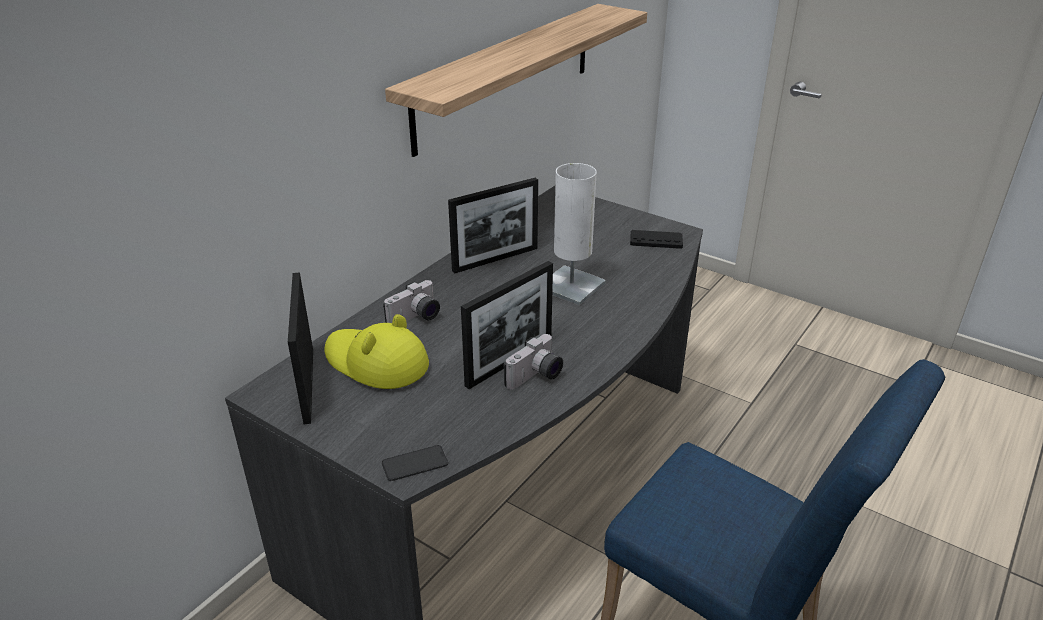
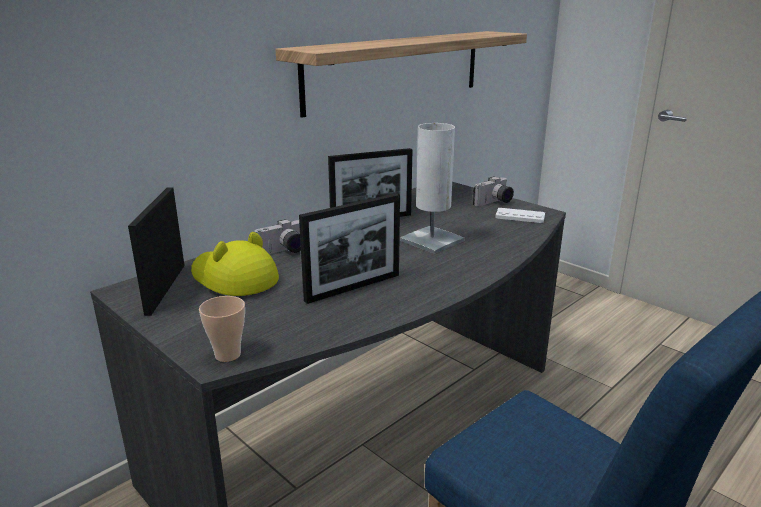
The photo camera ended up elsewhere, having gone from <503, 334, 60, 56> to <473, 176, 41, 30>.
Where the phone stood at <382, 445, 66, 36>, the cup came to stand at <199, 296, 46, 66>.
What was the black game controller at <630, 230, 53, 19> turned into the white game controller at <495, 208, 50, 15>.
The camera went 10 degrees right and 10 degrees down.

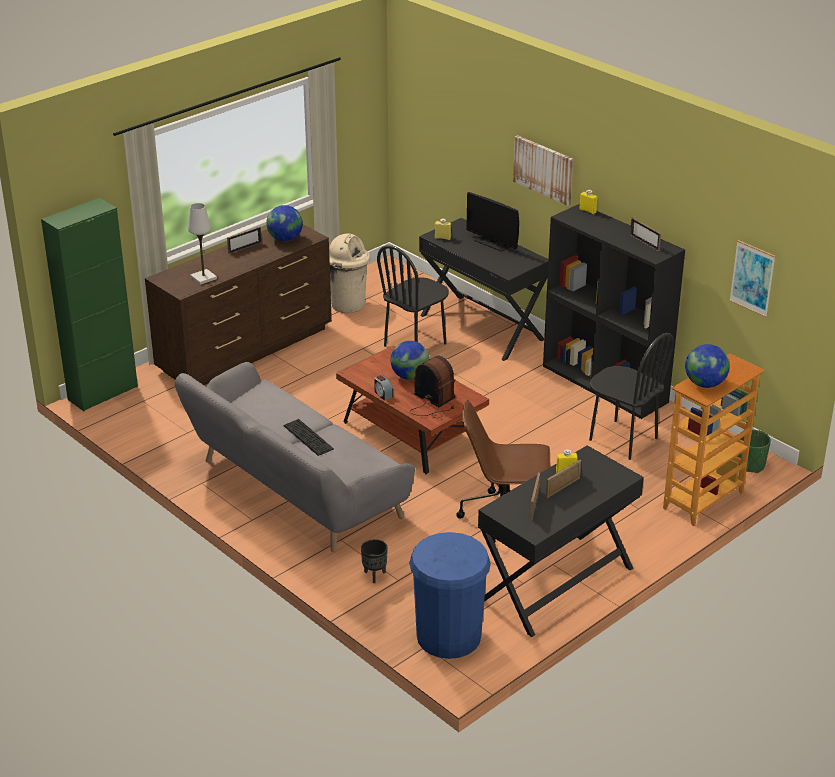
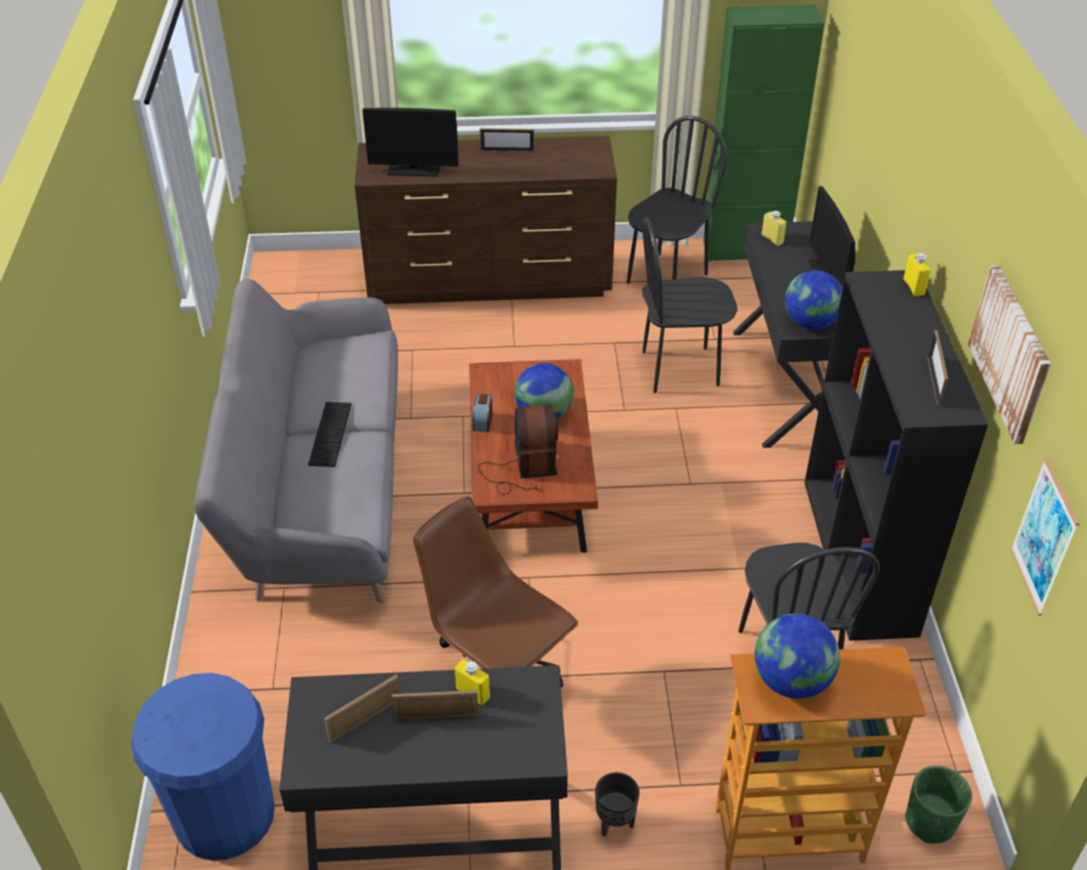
The green cabinet ended up elsewhere, having gone from <41, 198, 97, 213> to <703, 5, 121, 257>.
The globe ended up elsewhere, having gone from <266, 205, 37, 37> to <785, 270, 57, 59>.
The black planter ended up elsewhere, having gone from <361, 539, 27, 44> to <595, 772, 44, 65>.
The picture ended up elsewhere, having gone from <513, 135, 60, 71> to <968, 265, 83, 179>.
Where the white table lamp stood at <188, 203, 29, 82>, the monitor came to stand at <362, 108, 97, 69>.
Where the beige trash can stood at <329, 234, 41, 79>, the black chair came to stand at <627, 116, 101, 168>.
The camera went 40 degrees right and 10 degrees up.

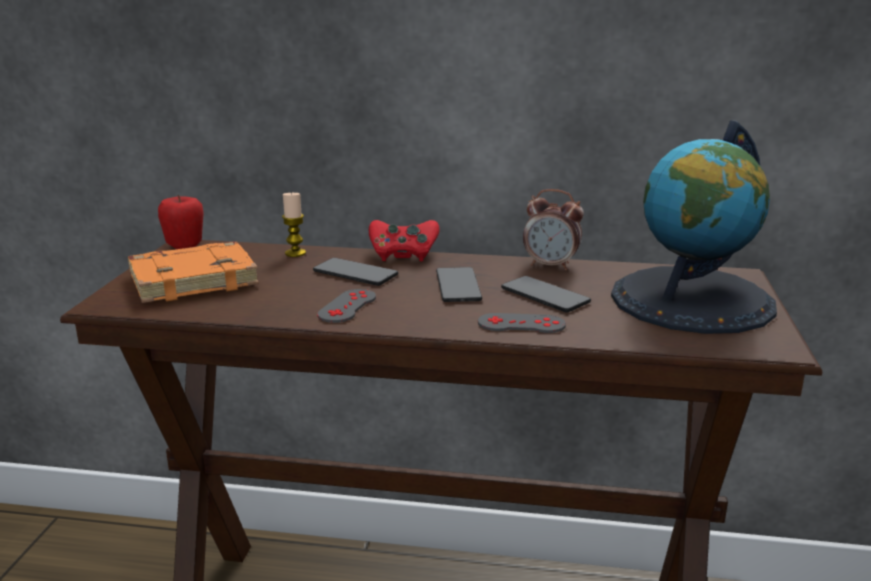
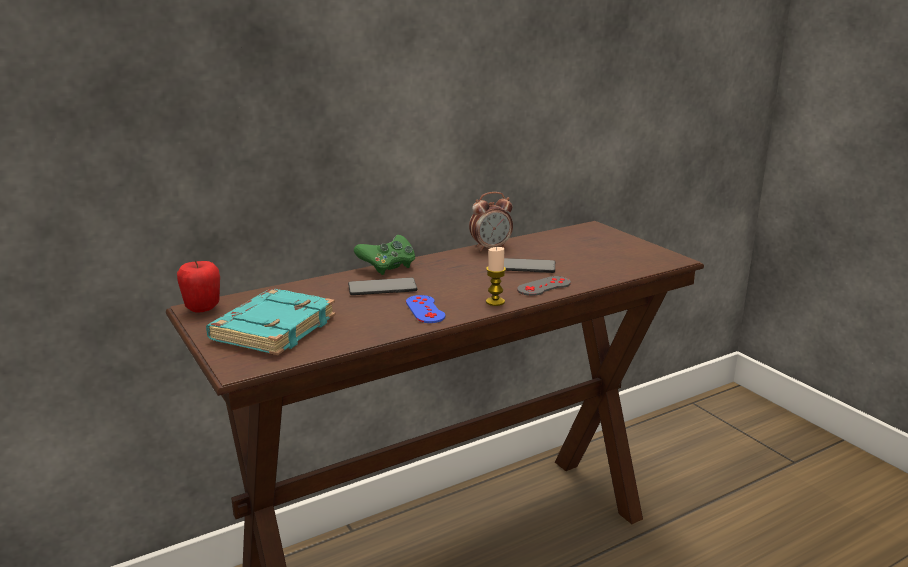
The second view lost the phone at <436, 267, 46, 35>.
The second view lost the globe at <611, 120, 166, 214>.
The candle ended up elsewhere, having gone from <282, 192, 24, 65> to <486, 247, 20, 59>.
What was the orange book at <128, 241, 131, 62> turned into the turquoise book at <206, 289, 130, 66>.
What was the grey game controller at <317, 289, 59, 34> turned into the blue game controller at <406, 295, 39, 28>.
What was the red game controller at <369, 220, 71, 41> turned into the green game controller at <354, 235, 61, 40>.
The camera went 40 degrees left and 0 degrees up.

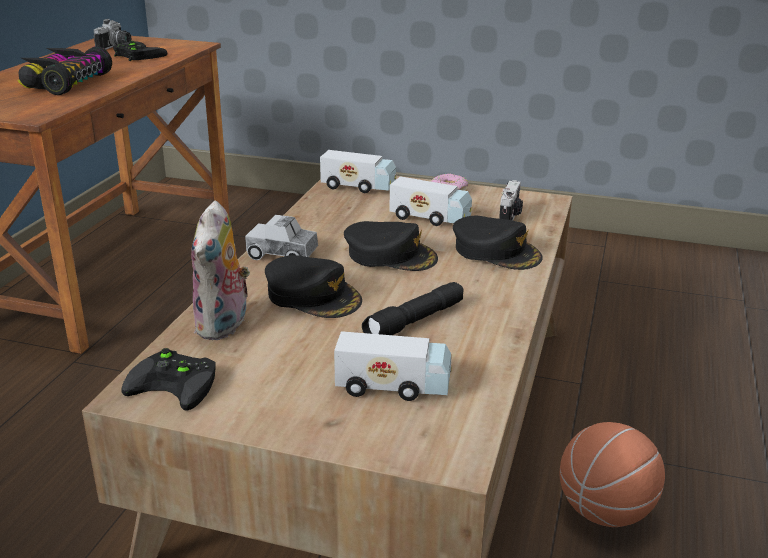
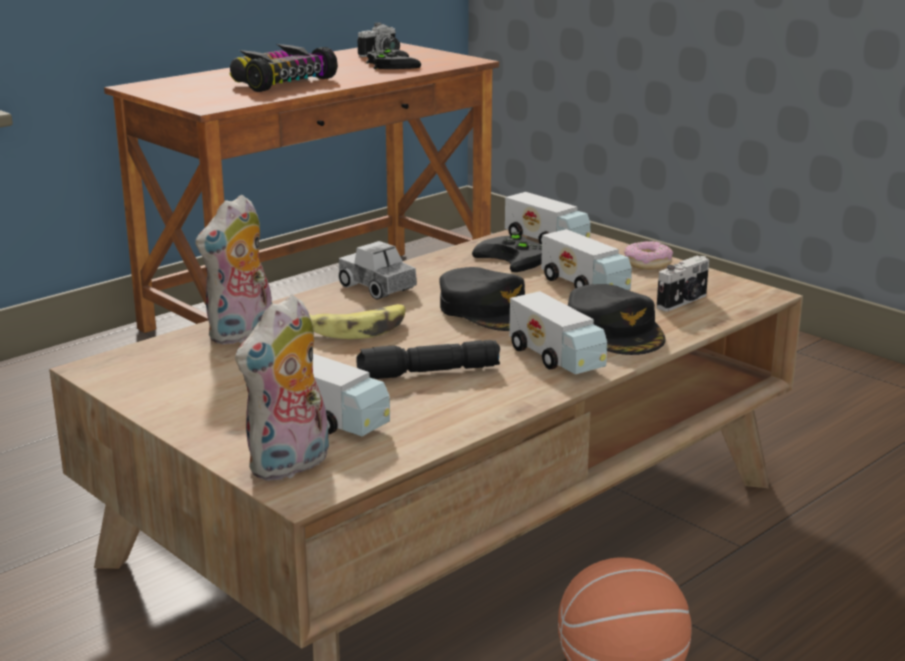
The second view gained the plush toy at <235, 295, 94, 186>.
The second view gained the toy truck at <509, 291, 98, 83>.
The black game controller ended up elsewhere, having gone from <122, 348, 94, 63> to <472, 232, 70, 40>.
Where the black cap stood at <265, 255, 97, 63>, the banana came to stand at <309, 304, 96, 35>.
The camera went 30 degrees right and 5 degrees down.

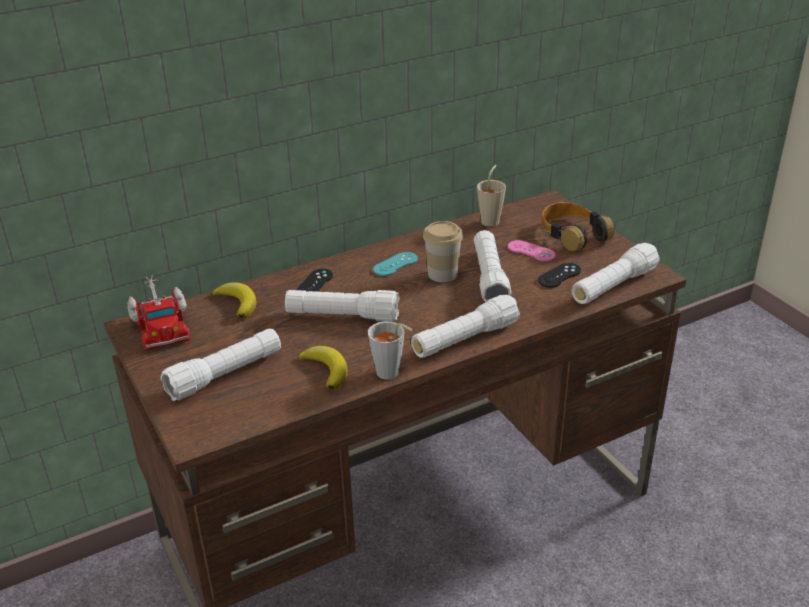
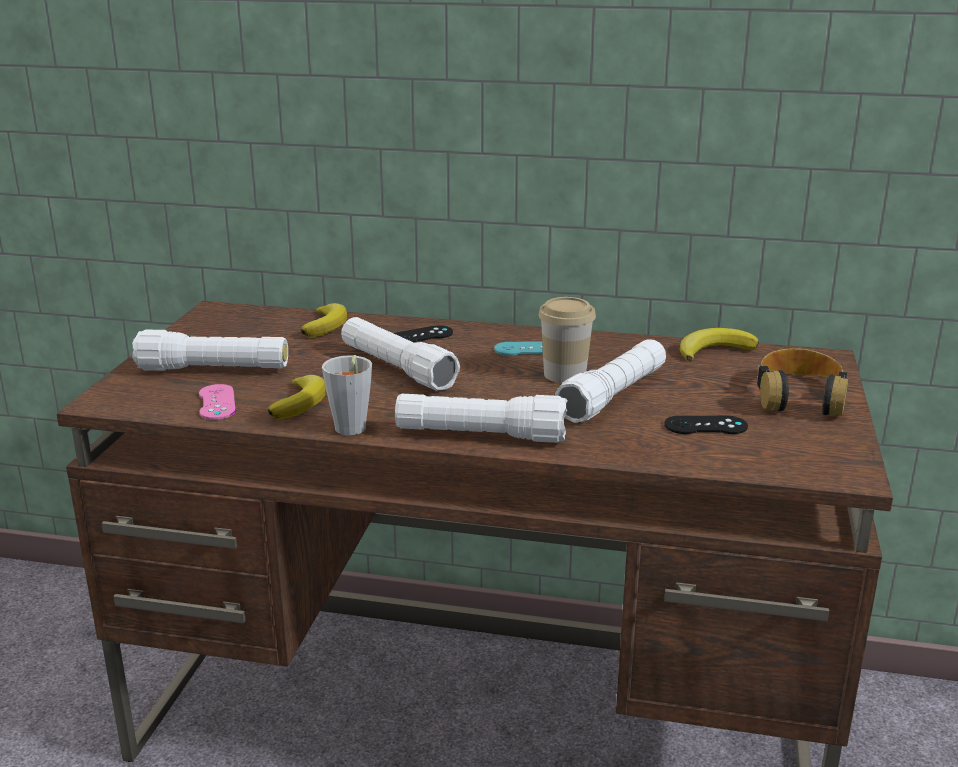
The second view lost the toy truck at <127, 275, 64, 75>.
The second view lost the white flashlight at <572, 243, 88, 61>.
The pink game controller ended up elsewhere, having gone from <508, 240, 48, 21> to <199, 384, 37, 36>.
Where the beige cup stood at <477, 165, 29, 62>, the banana came to stand at <680, 328, 79, 34>.
The camera went 40 degrees right and 10 degrees down.

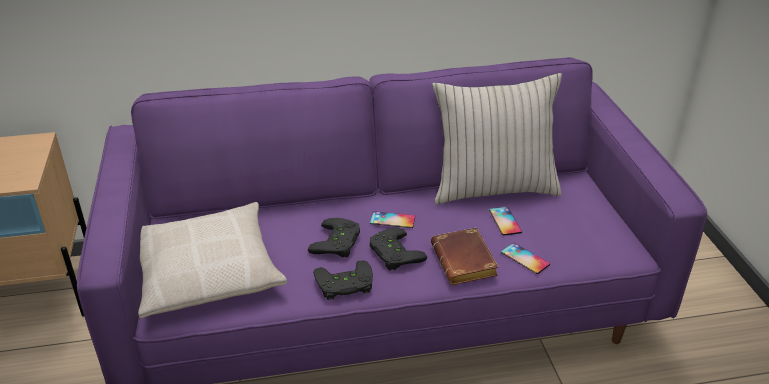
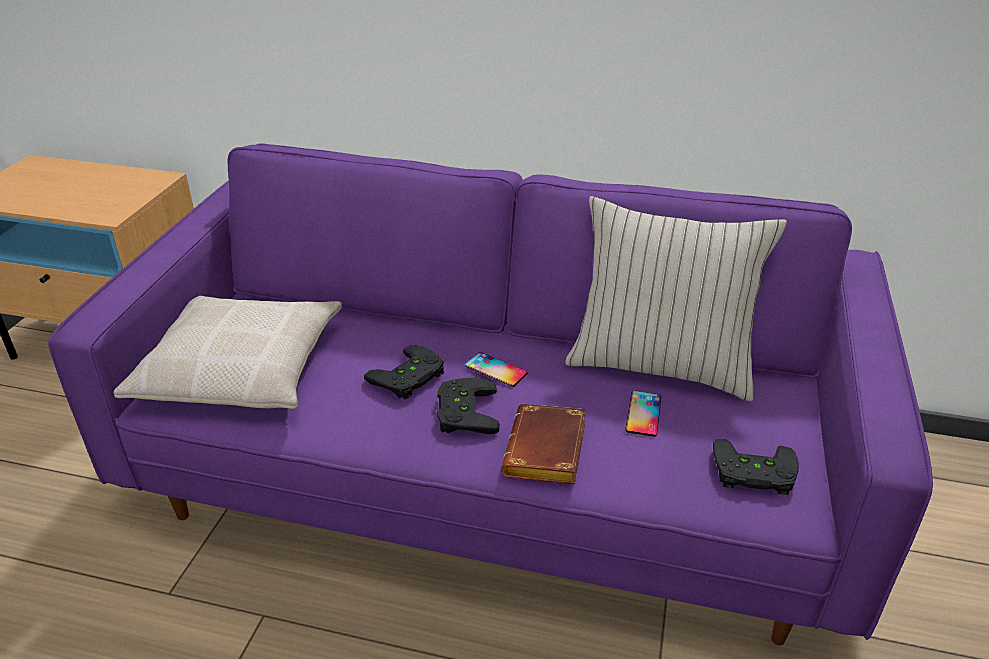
The second view lost the phone at <501, 243, 49, 31>.
The black game controller ended up elsewhere, having gone from <313, 260, 60, 40> to <713, 439, 85, 56>.
The camera went 25 degrees right and 0 degrees up.

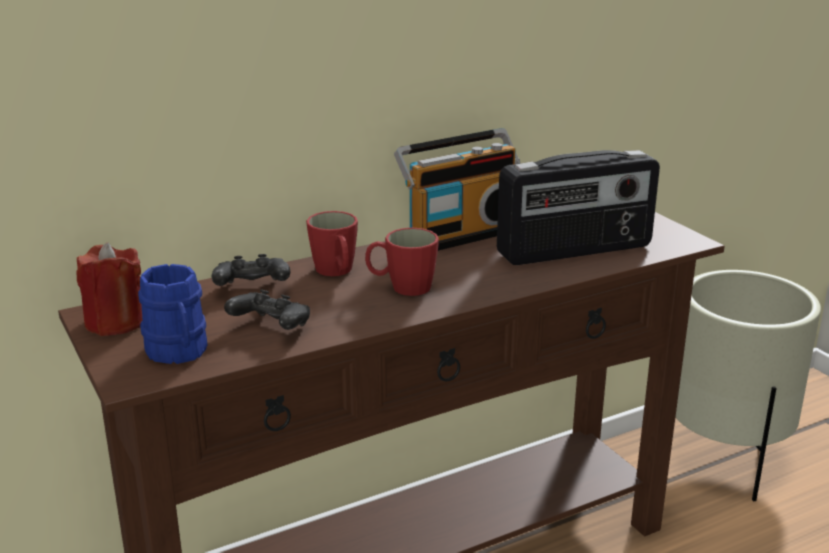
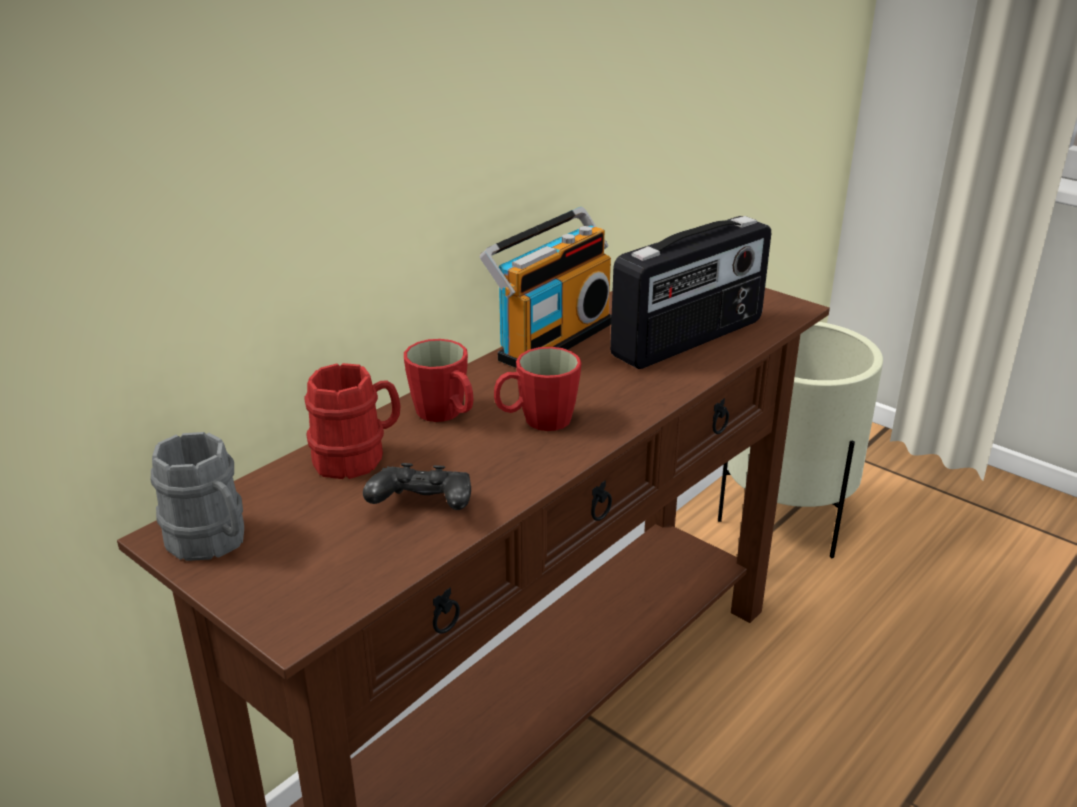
The second view lost the blue mug at <138, 264, 69, 100>.
Where the red candle stood at <76, 242, 66, 94>, the grey mug came to stand at <151, 432, 93, 129>.
Where the black game controller stood at <212, 254, 78, 32>, the red mug came to stand at <305, 363, 96, 116>.
The camera went 20 degrees left and 5 degrees up.

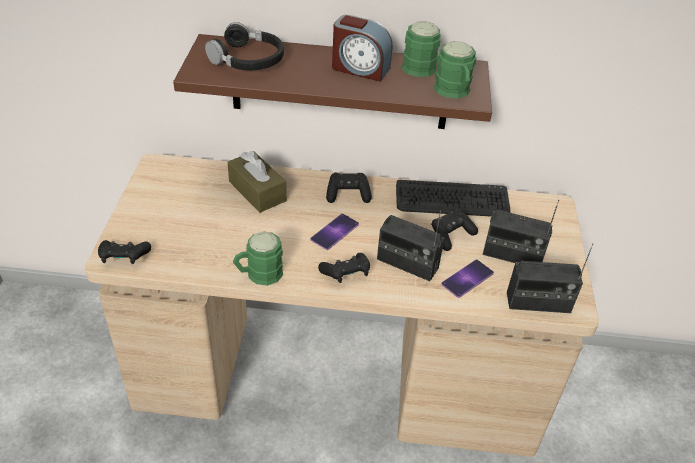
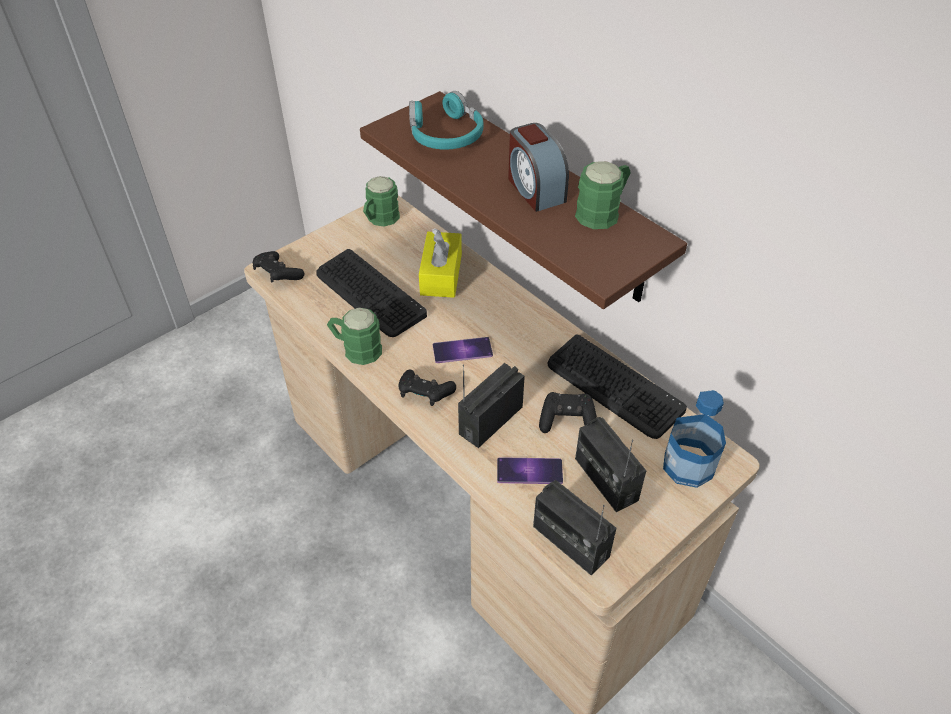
The second view lost the black game controller at <326, 173, 46, 30>.
The second view gained the keyboard at <317, 249, 110, 88>.
The second view gained the bottle at <663, 390, 63, 98>.
The green mug ended up elsewhere, having gone from <434, 41, 42, 58> to <363, 176, 37, 51>.
What was the black headphones at <205, 22, 79, 48> turned into the turquoise headphones at <409, 91, 75, 59>.
What was the brown tissue box at <228, 151, 58, 62> turned into the yellow tissue box at <419, 228, 43, 70>.
The radio at <377, 210, 68, 71> ended up facing another way, 60 degrees clockwise from before.
The camera went 45 degrees right and 5 degrees up.

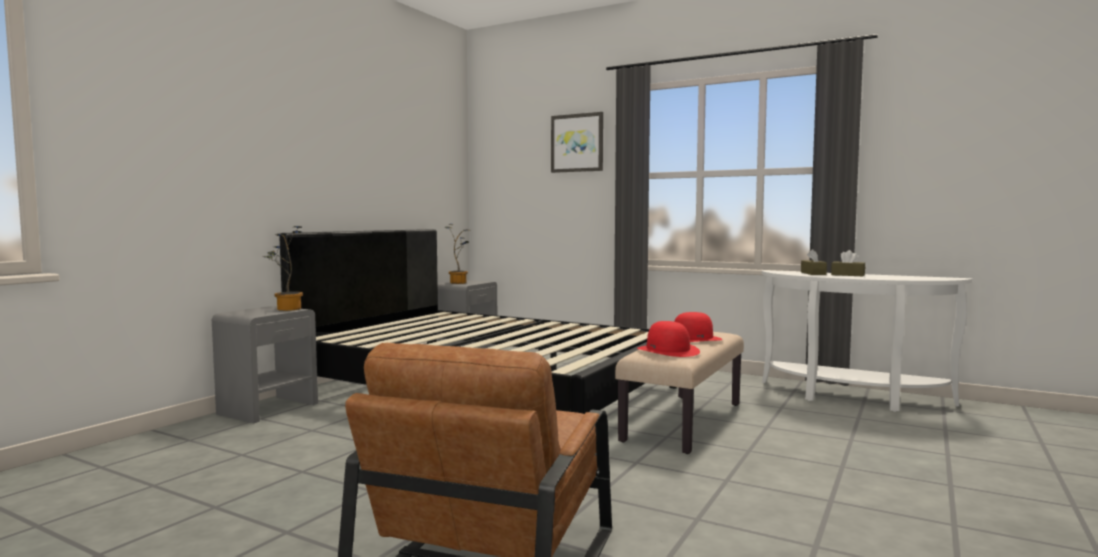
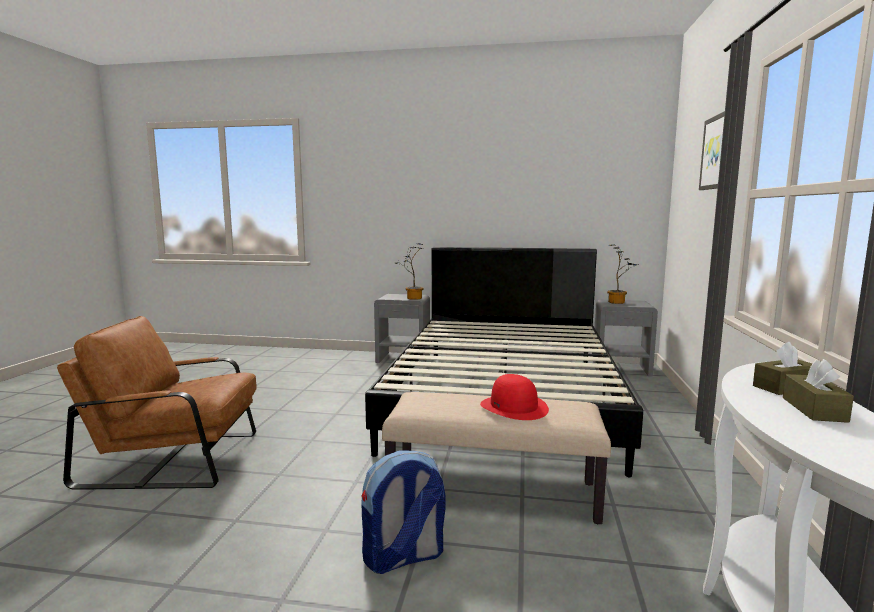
The second view lost the red hat at <637, 321, 63, 36>.
The second view gained the backpack at <361, 450, 84, 124>.
The camera went 70 degrees right and 5 degrees up.

